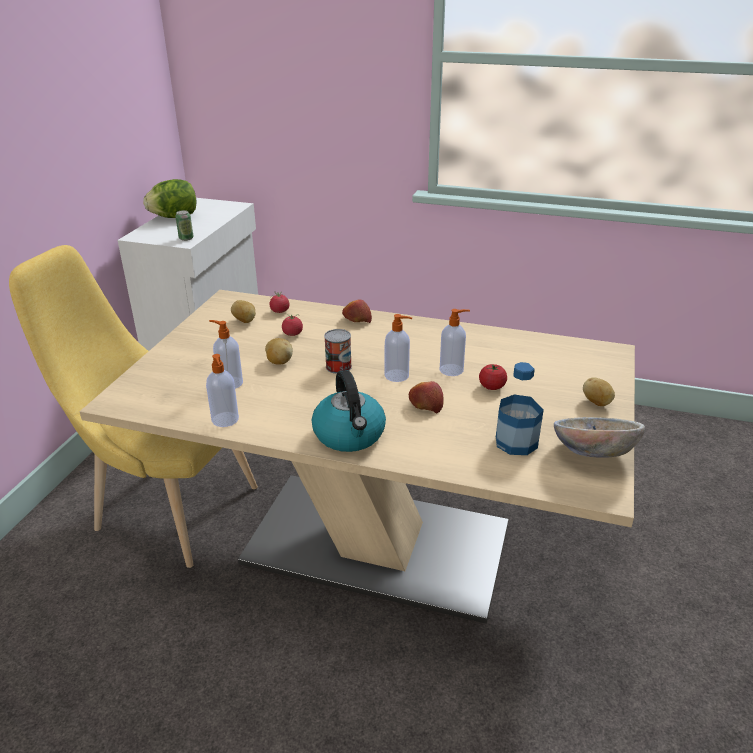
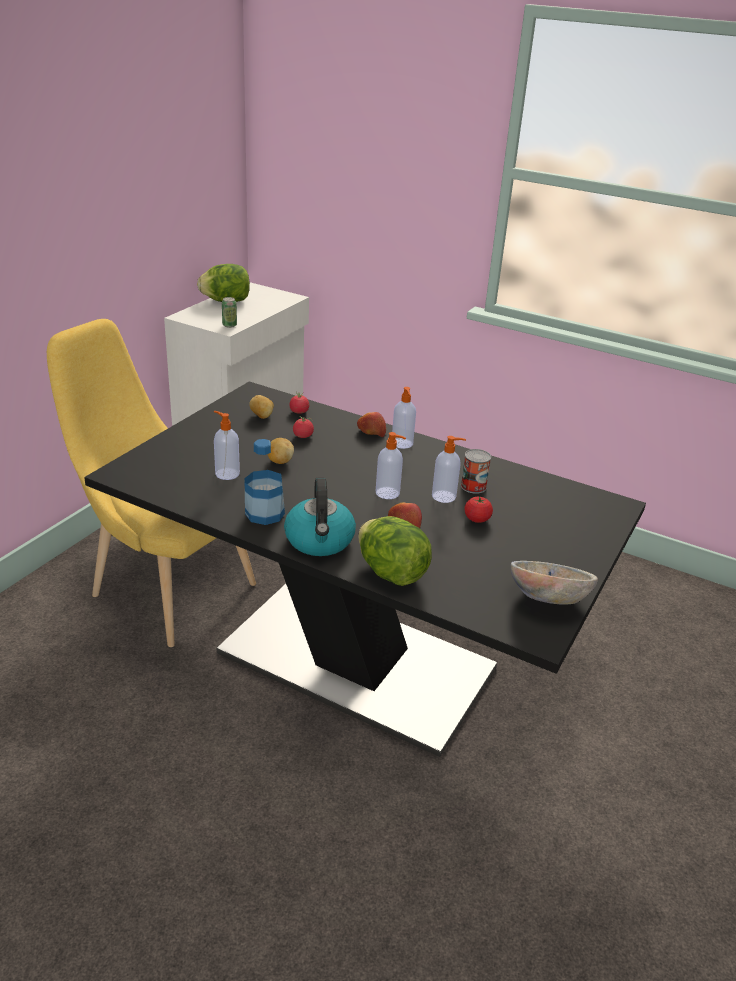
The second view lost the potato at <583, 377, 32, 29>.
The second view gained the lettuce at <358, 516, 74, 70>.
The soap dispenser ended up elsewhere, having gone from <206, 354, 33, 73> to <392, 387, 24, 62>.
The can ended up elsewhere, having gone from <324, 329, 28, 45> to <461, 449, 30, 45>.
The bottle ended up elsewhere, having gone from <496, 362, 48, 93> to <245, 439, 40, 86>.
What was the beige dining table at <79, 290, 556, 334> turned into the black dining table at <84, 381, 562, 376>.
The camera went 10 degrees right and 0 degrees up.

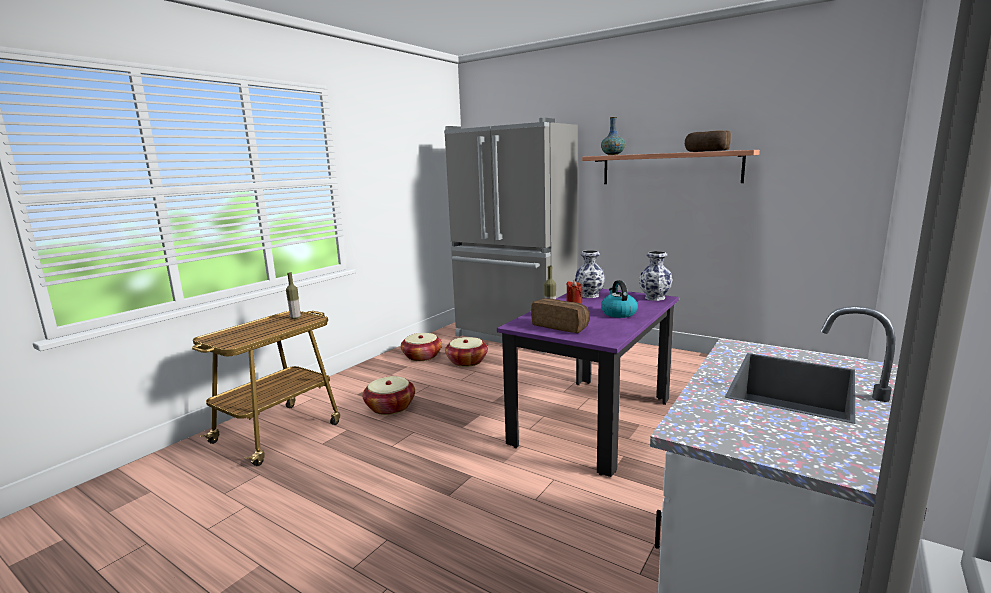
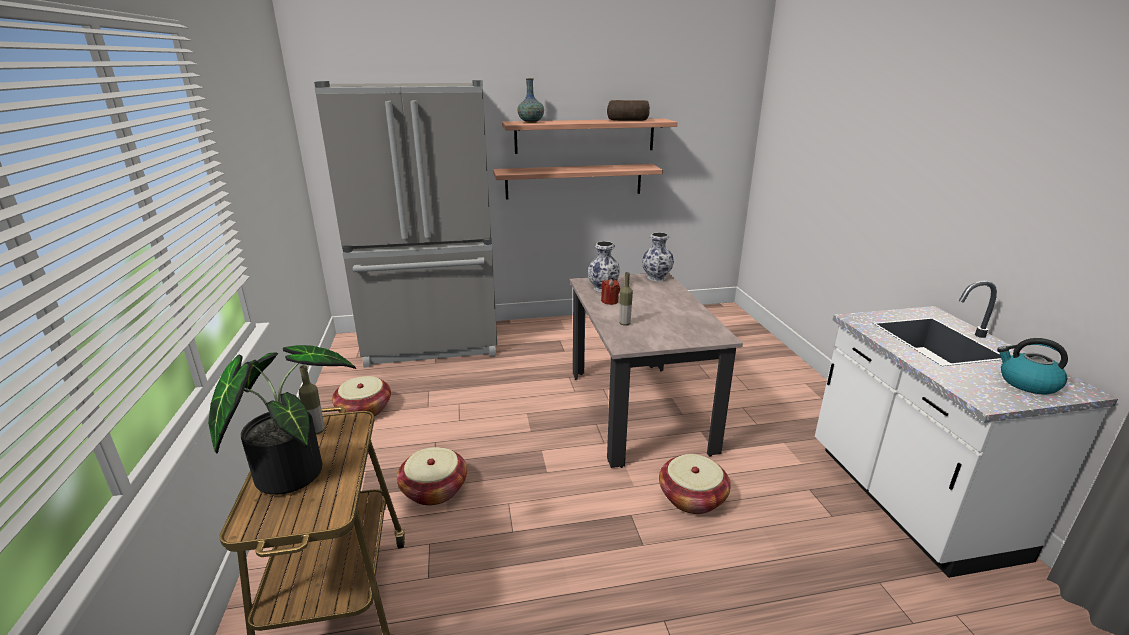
The second view lost the bread at <531, 298, 59, 35>.
The second view gained the potted plant at <208, 345, 148, 150>.
The second view gained the shelf at <493, 164, 170, 35>.
The basket ended up elsewhere, having gone from <445, 337, 43, 30> to <659, 454, 72, 60>.
The kettle ended up elsewhere, having gone from <601, 280, 37, 38> to <997, 338, 71, 56>.
What was the purple dining table at <497, 289, 182, 188> turned into the beige dining table at <570, 273, 173, 195>.
The camera went 45 degrees left and 10 degrees up.

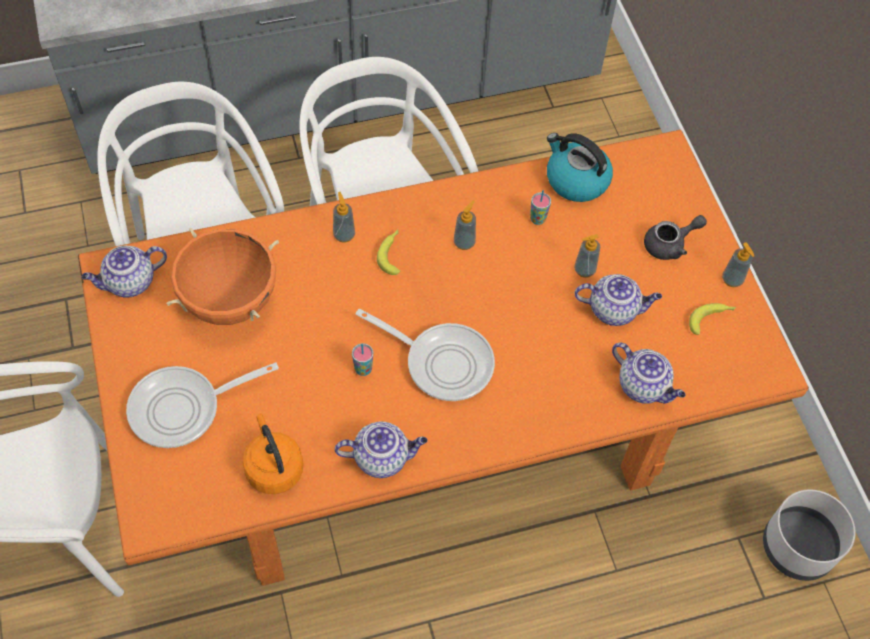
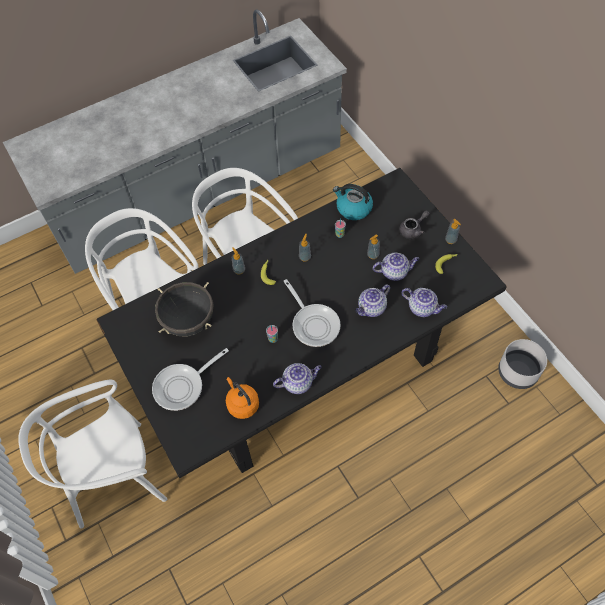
The teapot ended up elsewhere, having gone from <82, 245, 85, 53> to <355, 284, 35, 33>.
What was the orange dining table at <78, 130, 731, 456> turned into the black dining table at <96, 168, 411, 310>.
What was the orange cooking pot at <166, 228, 113, 97> turned into the black cooking pot at <155, 282, 59, 55>.
The frying pan at <355, 309, 140, 92> ended up facing another way, 45 degrees clockwise from before.
The camera went 10 degrees left and 0 degrees up.

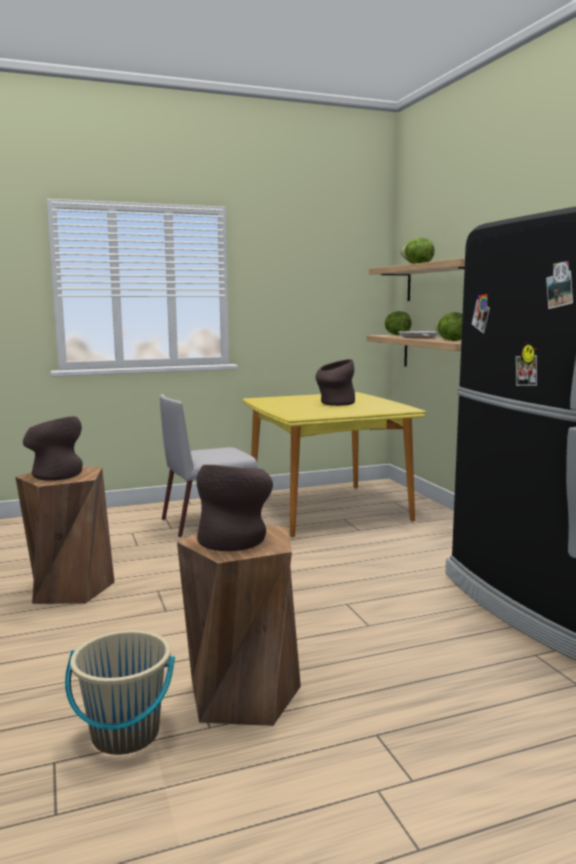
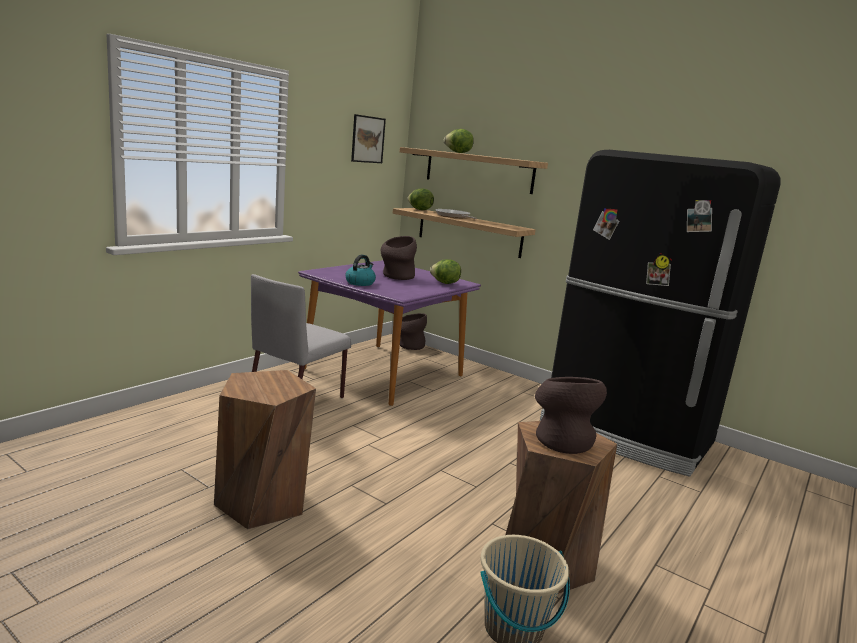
The second view gained the kettle at <345, 255, 31, 31>.
The second view gained the picture at <351, 114, 35, 49>.
The brown vase ended up elsewhere, having gone from <23, 416, 60, 65> to <400, 313, 27, 37>.
The lettuce ended up elsewhere, having gone from <435, 312, 28, 29> to <430, 259, 31, 25>.
What was the yellow dining table at <242, 392, 184, 145> turned into the purple dining table at <298, 260, 183, 146>.
The camera went 35 degrees left and 5 degrees up.

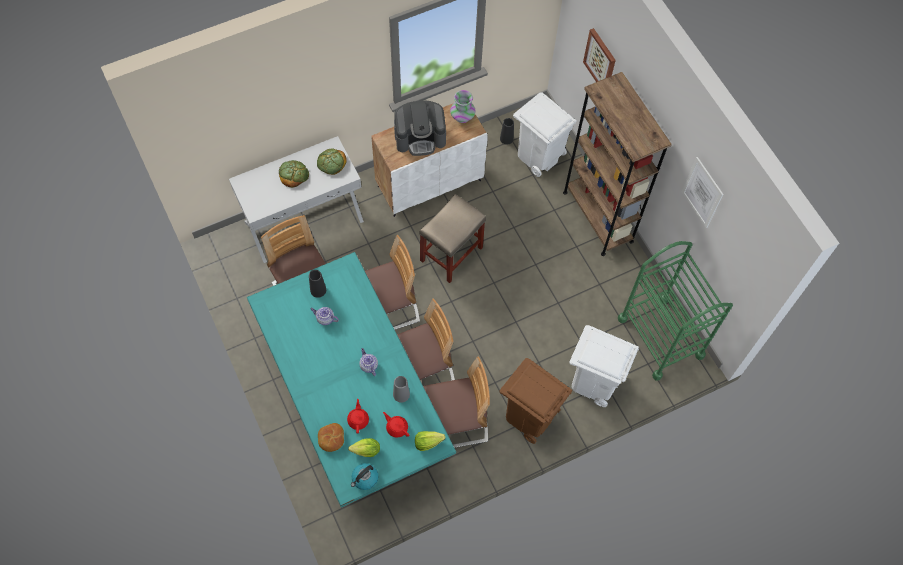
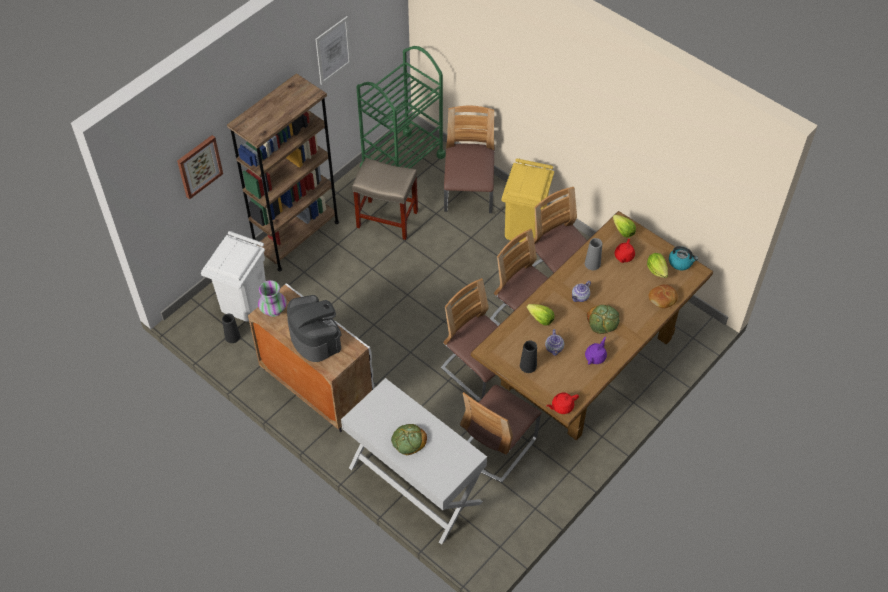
The second view gained the lettuce at <527, 304, 27, 21>.
The second view gained the purple teapot at <585, 337, 22, 28>.
The bread ended up elsewhere, having gone from <317, 149, 30, 26> to <587, 305, 33, 29>.
The red teapot ended up elsewhere, having gone from <347, 399, 22, 35> to <547, 392, 32, 22>.
The beige stool ended up elsewhere, having gone from <419, 194, 67, 89> to <352, 158, 66, 82>.
Where the white trash can stood at <569, 325, 70, 82>, the chair came to stand at <444, 106, 51, 107>.
What was the turquoise dining table at <247, 252, 209, 256> turned into the brown dining table at <471, 211, 242, 230>.
What was the brown trash can at <500, 358, 72, 86> turned into the yellow trash can at <502, 158, 52, 85>.
The camera went 110 degrees left and 10 degrees down.

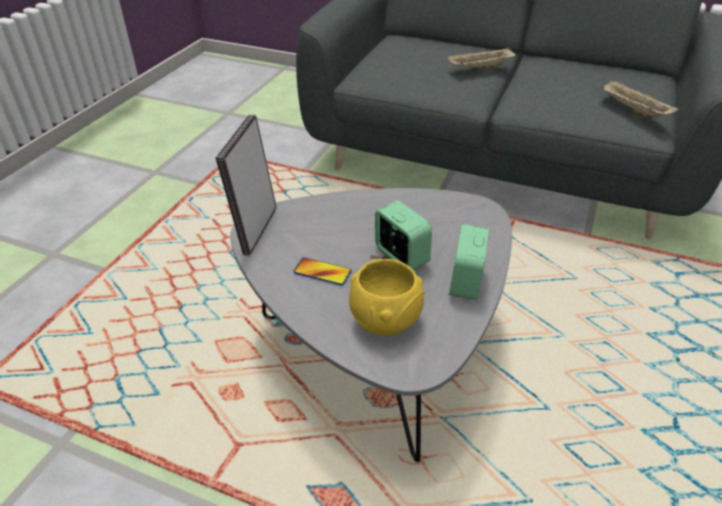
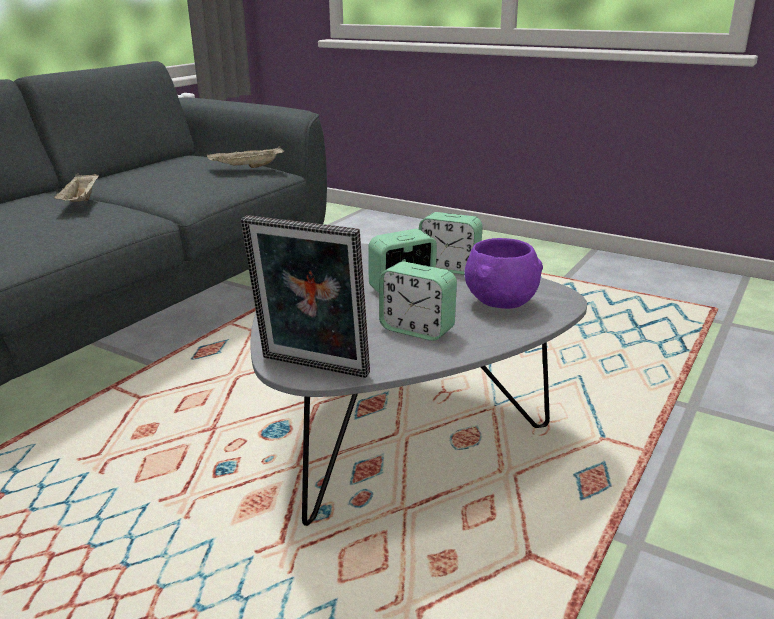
Where the phone stood at <293, 257, 59, 29>, the alarm clock came to stand at <379, 262, 78, 79>.
What was the yellow bowl at <349, 259, 75, 76> turned into the purple bowl at <464, 238, 79, 71>.
The camera went 80 degrees left and 15 degrees down.

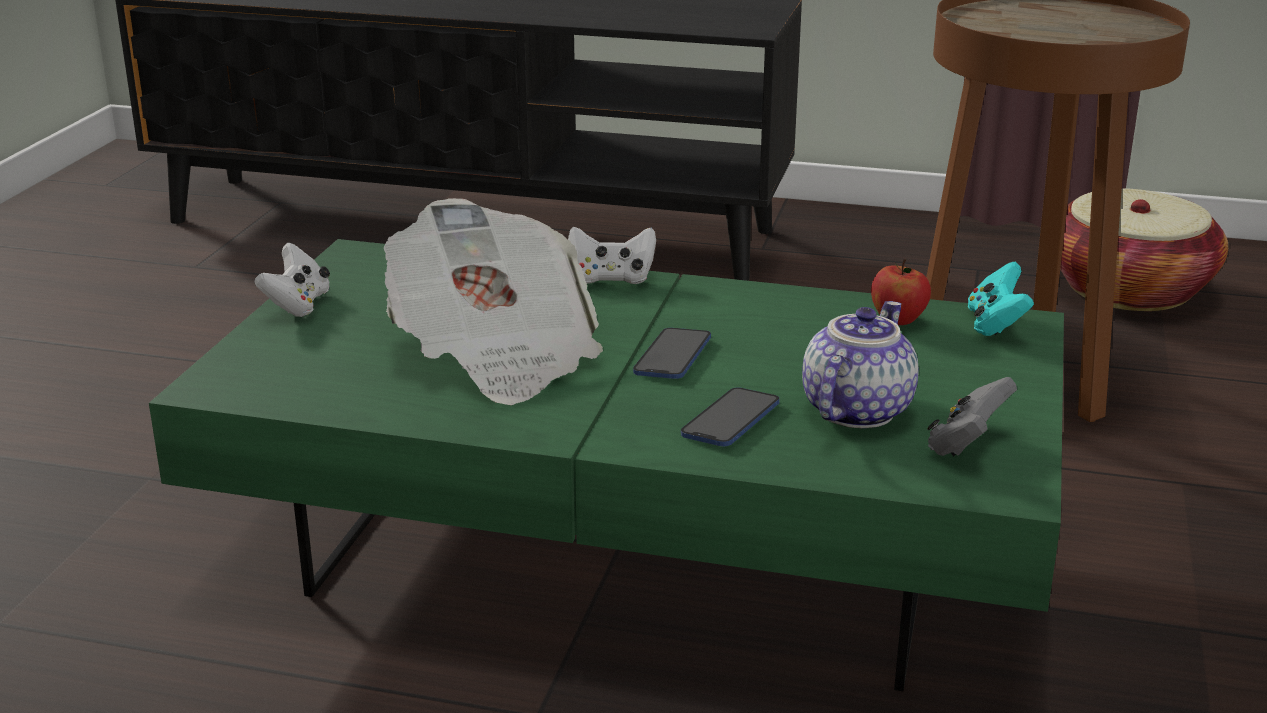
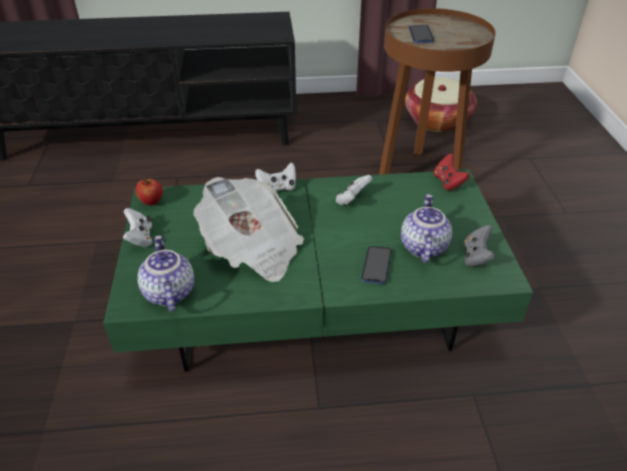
The second view gained the teapot at <137, 235, 57, 77>.
The second view gained the white game controller at <336, 175, 36, 30>.
The phone ended up elsewhere, having gone from <633, 328, 78, 51> to <409, 25, 25, 18>.
The apple ended up elsewhere, having gone from <871, 259, 60, 66> to <135, 177, 28, 28>.
What was the turquoise game controller at <968, 262, 66, 74> turned into the red game controller at <434, 153, 36, 38>.
The camera went 20 degrees left and 15 degrees up.

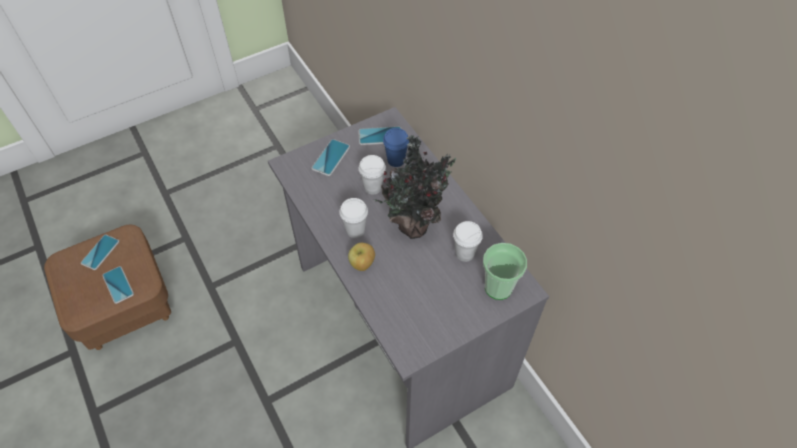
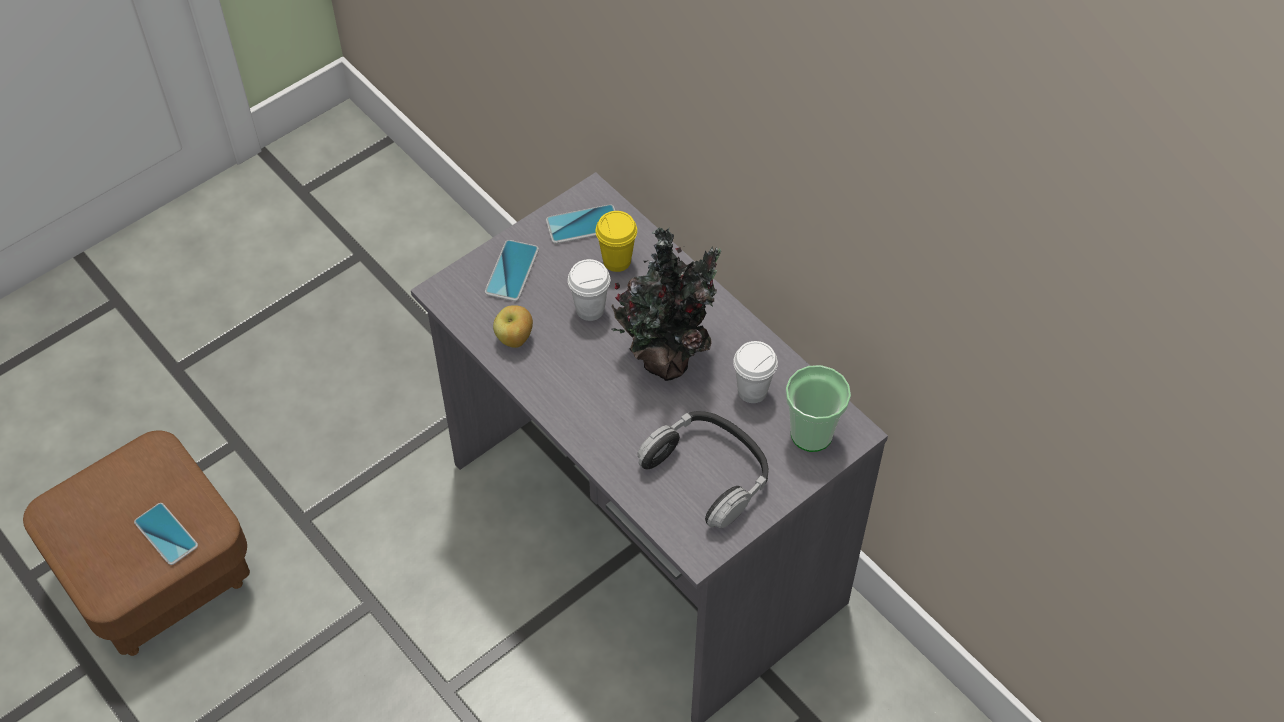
The second view lost the phone at <81, 235, 38, 35>.
The second view lost the white cup at <339, 198, 29, 40>.
The second view gained the headphones at <637, 411, 132, 117>.
The apple ended up elsewhere, having gone from <348, 243, 27, 28> to <493, 305, 40, 43>.
What was the blue cup at <383, 128, 26, 39> turned into the yellow cup at <596, 211, 41, 61>.
The camera went 10 degrees left and 0 degrees up.

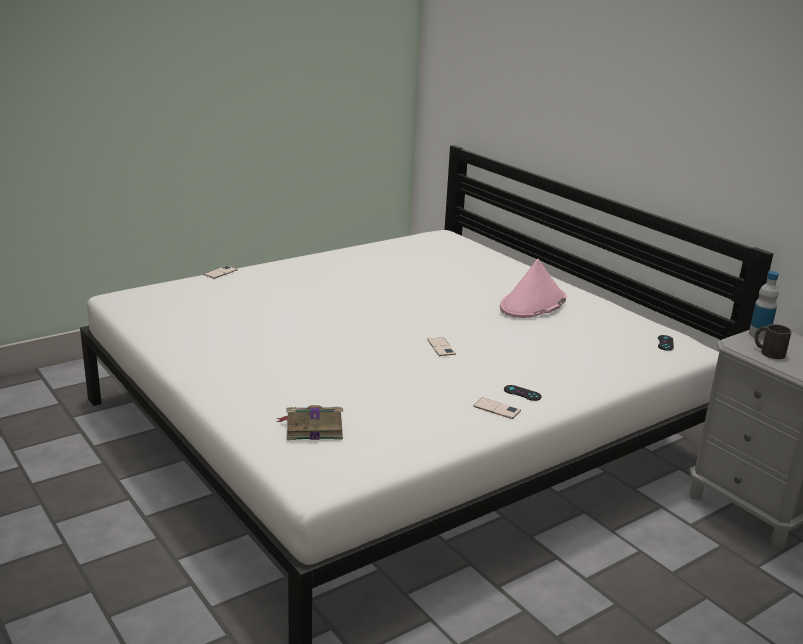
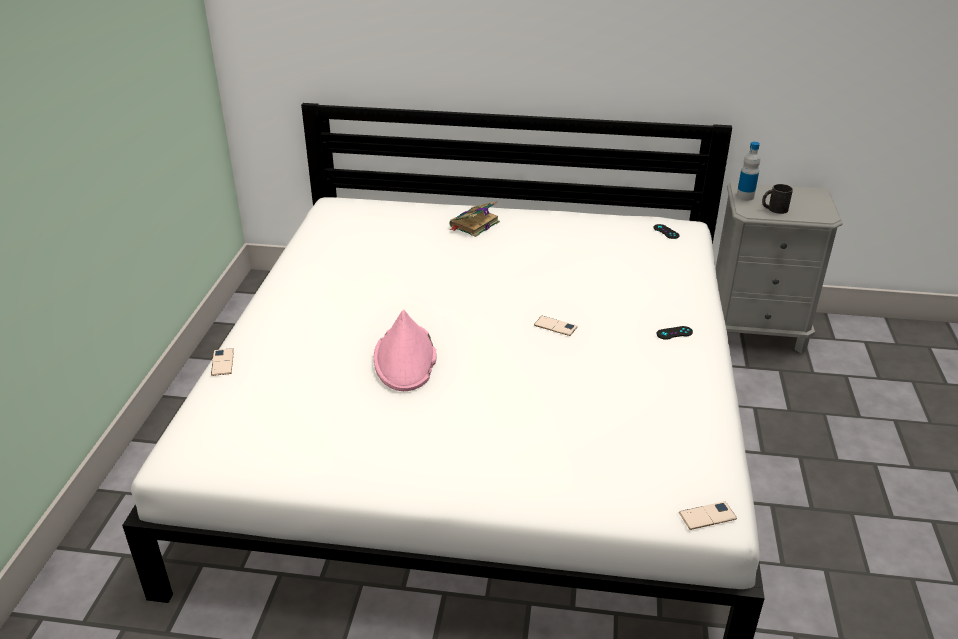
The book ended up elsewhere, having gone from <277, 405, 66, 35> to <450, 202, 50, 35>.
The phone ended up elsewhere, having gone from <473, 398, 48, 21> to <679, 501, 58, 29>.
The pink hat ended up elsewhere, having gone from <500, 259, 66, 59> to <373, 310, 64, 81>.
The camera went 45 degrees left and 10 degrees up.

